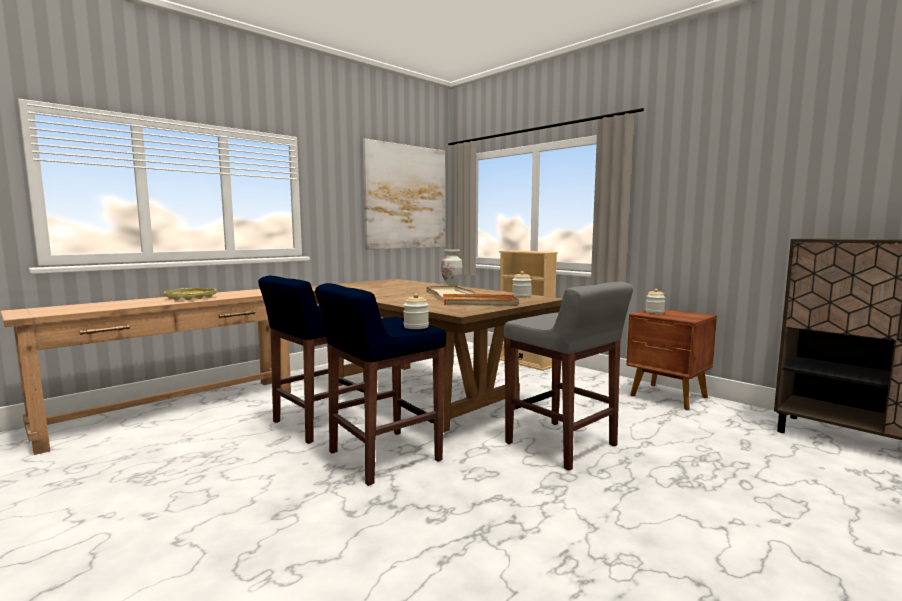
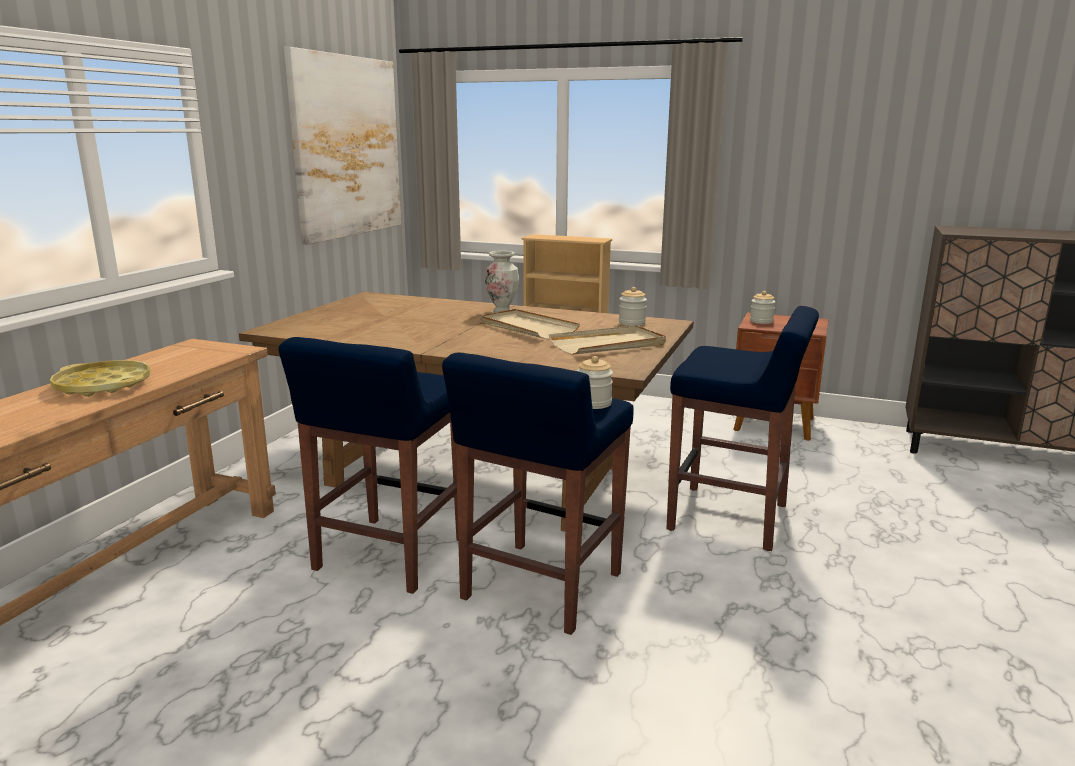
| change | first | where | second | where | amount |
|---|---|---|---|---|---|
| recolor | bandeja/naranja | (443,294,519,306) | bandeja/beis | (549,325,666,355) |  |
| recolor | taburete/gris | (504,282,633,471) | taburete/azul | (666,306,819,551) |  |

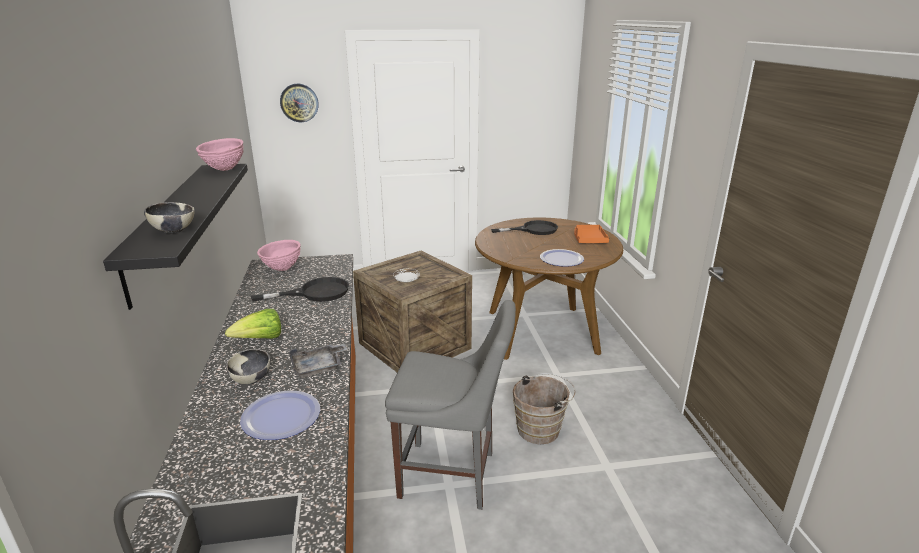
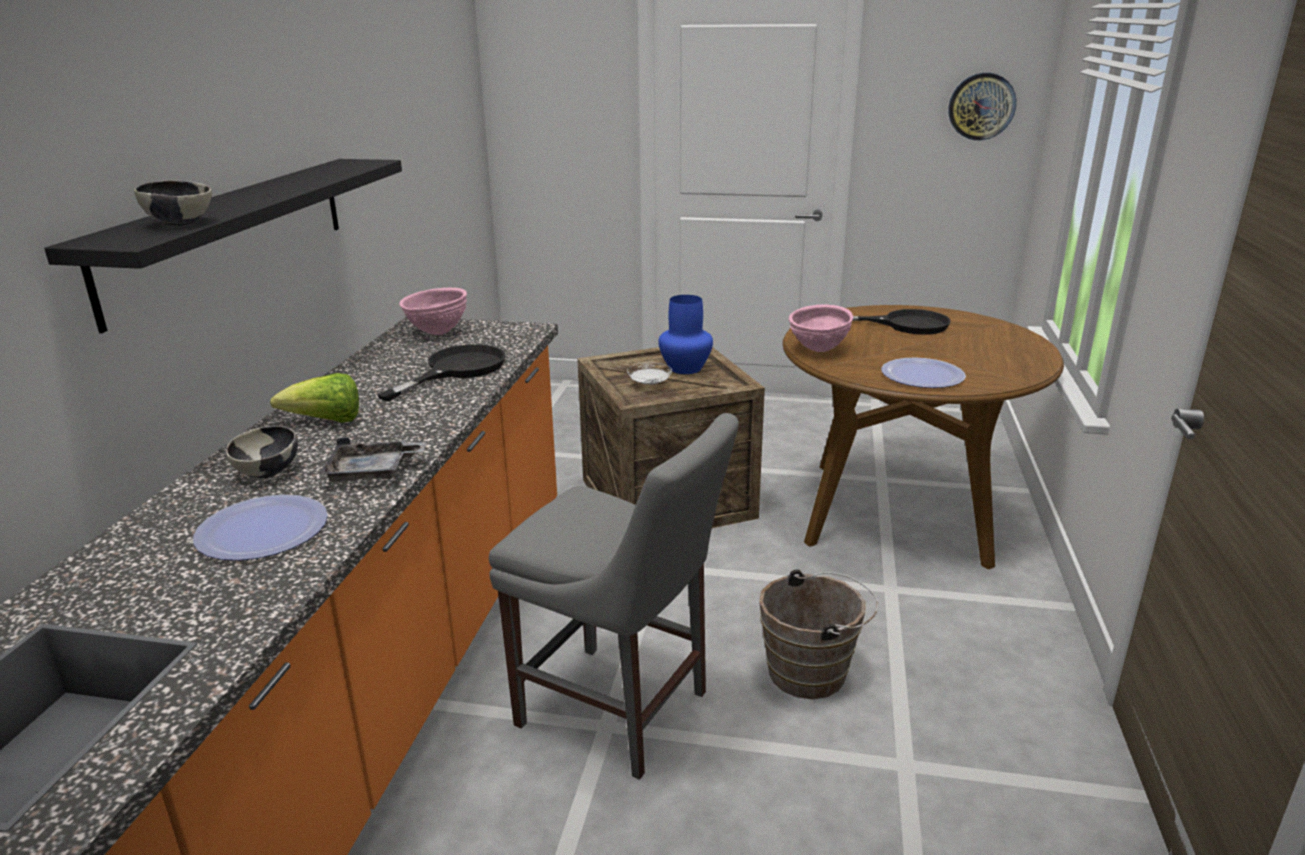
| change | first | where | second | where | amount |
|---|---|---|---|---|---|
| rotate | sartén/negro | (251,277,349,302) |  | (377,344,506,401) | 60 degrees counterclockwise |
| insert |  |  | florero/azul | (658,295,713,374) |  |
| move | cuenco/rosa | (196,138,244,171) |  | (789,304,853,352) |  |
| move | reloj de pared | (280,84,319,122) |  | (948,73,1016,140) |  |
| delete | bandeja/naranja | (574,225,609,243) |  |  |  |

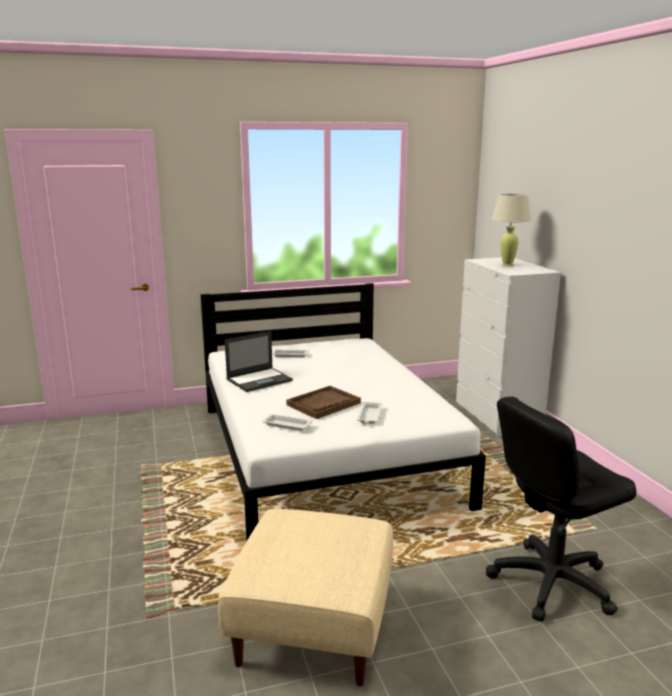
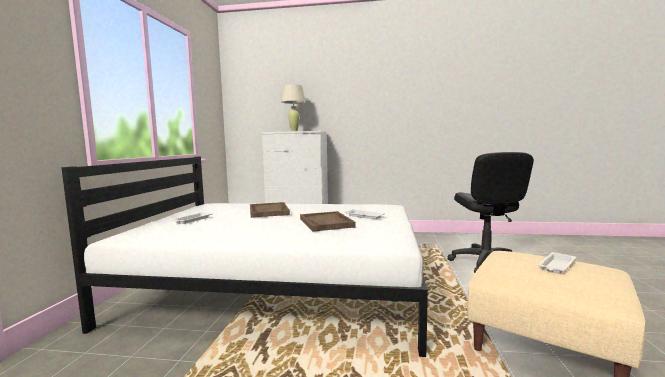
| change | first | where | second | where | amount |
|---|---|---|---|---|---|
| insert |  |  | bandeja/marrón | (250,202,290,218) |  |
| move | bandeja/blanco | (262,414,313,431) |  | (538,252,576,274) |  |
| delete | portátil | (225,331,293,392) |  |  |  |

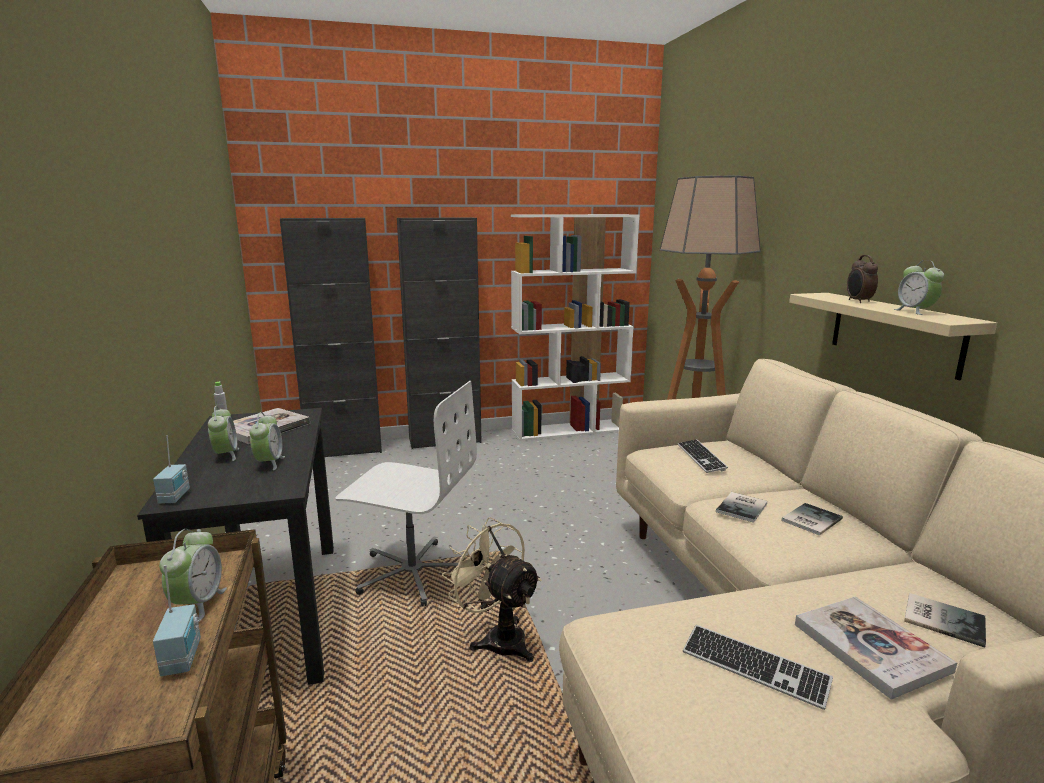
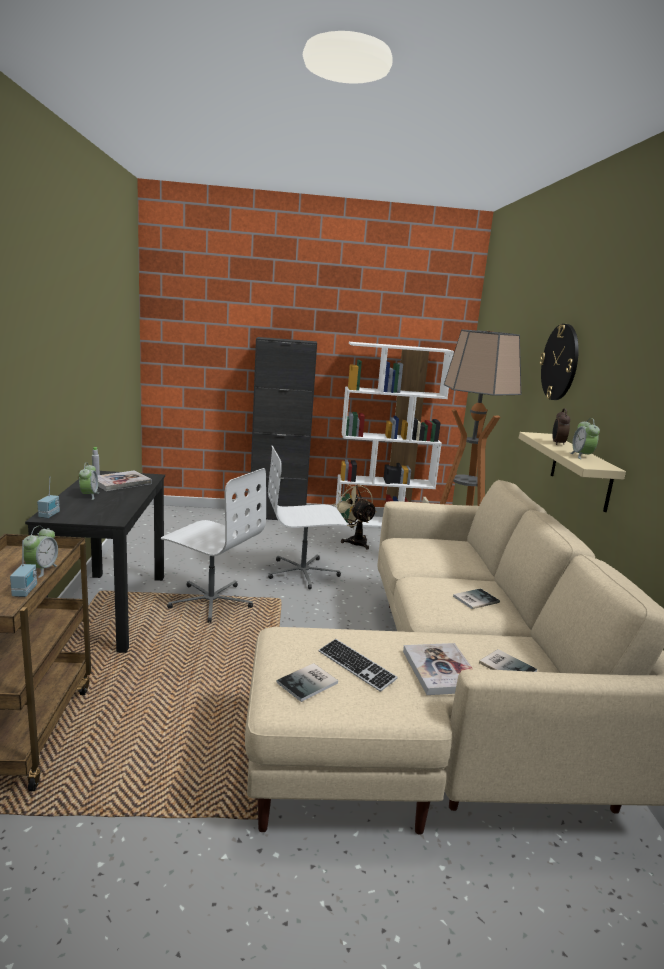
| change | first | where | second | where | amount |
|---|---|---|---|---|---|
| insert |  |  | silla de oficina/blanco | (268,446,347,589) |  |
| move | libro | (716,492,767,523) |  | (277,663,338,702) |  |
| move | ventilador/beis | (442,517,542,662) |  | (333,484,377,550) |  |
| insert |  |  | reloj de pared | (540,324,579,400) |  |
| delete | despertador | (249,412,285,470) |  |  |  |
| delete | armario/negro | (280,218,382,457) |  |  |  |
| delete | teclado | (677,439,728,473) |  |  |  |

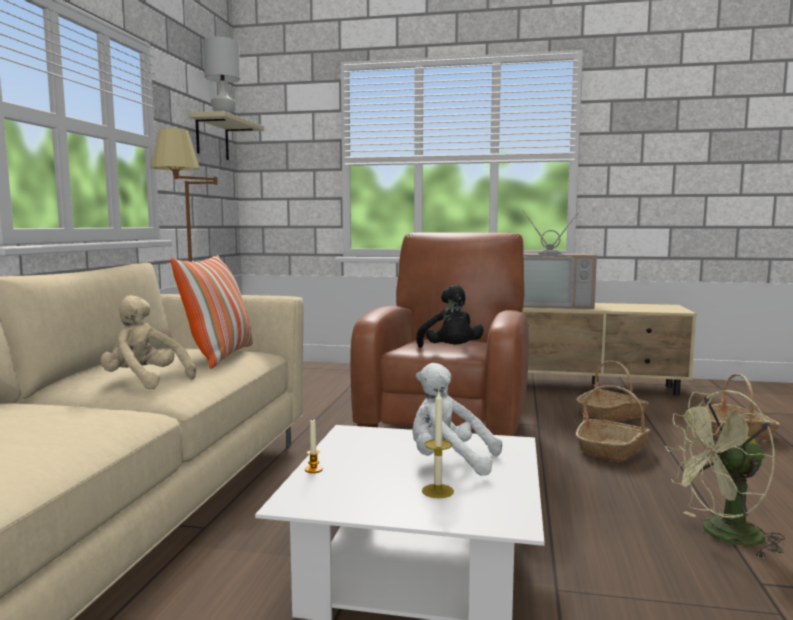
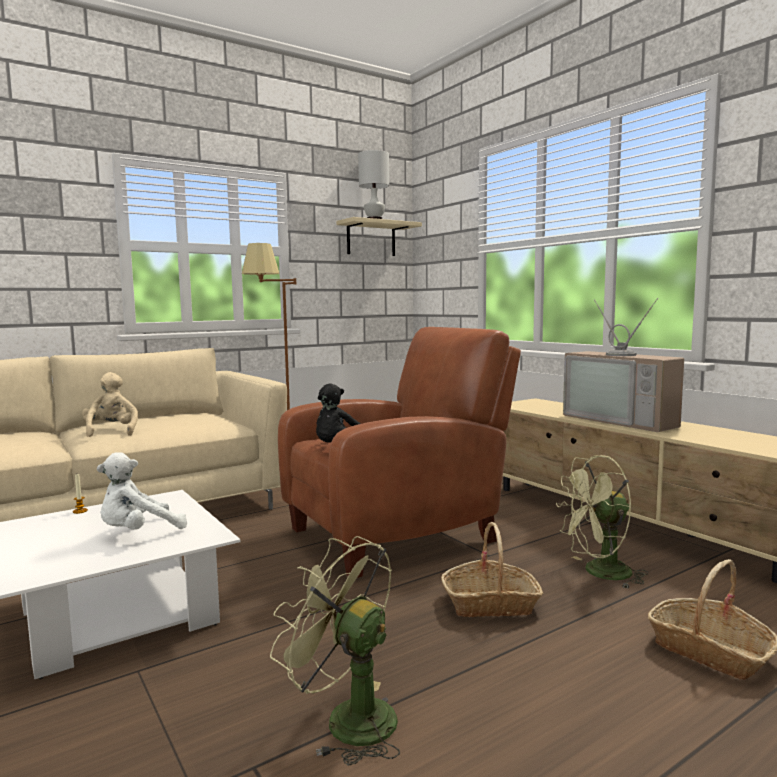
| change | first | where | second | where | amount |
|---|---|---|---|---|---|
| rotate | peluche/blanco | (412,363,502,476) |  | (97,452,187,530) | 105 degrees counterclockwise |
| replace | cesta | (577,360,649,422) | ventilador/verde | (556,455,649,589) |  |
| delete | cojín | (170,255,253,369) |  |  |  |
| delete | vela | (422,392,454,498) |  |  |  |

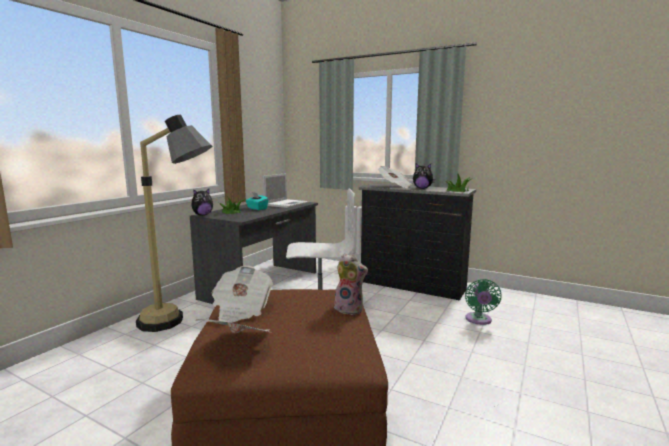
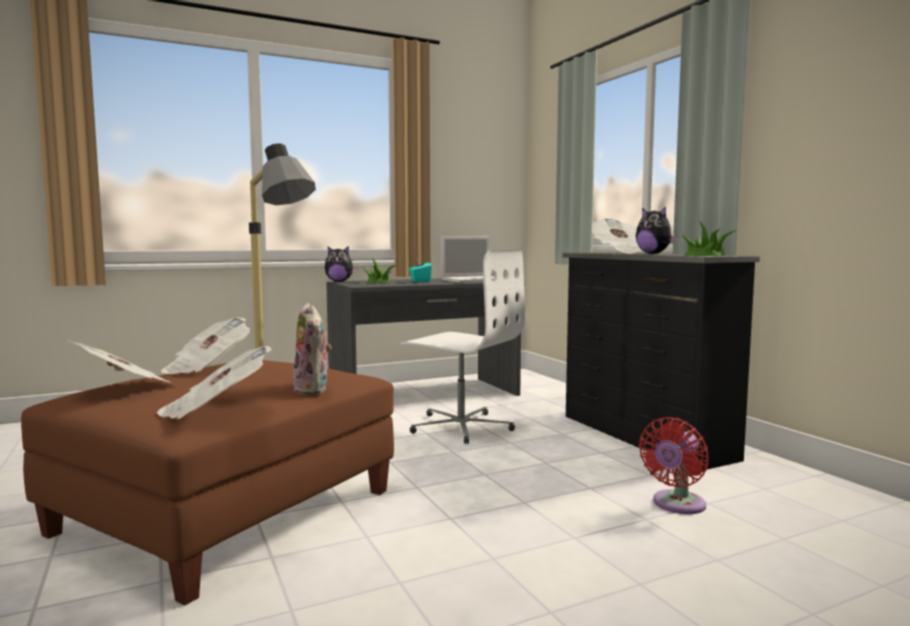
| change | first | where | second | where | amount |
|---|---|---|---|---|---|
| insert |  |  | periódico | (157,346,272,420) |  |
| recolor | ventilador/verde | (465,279,501,325) | ventilador/rojo | (639,417,709,514) |  |

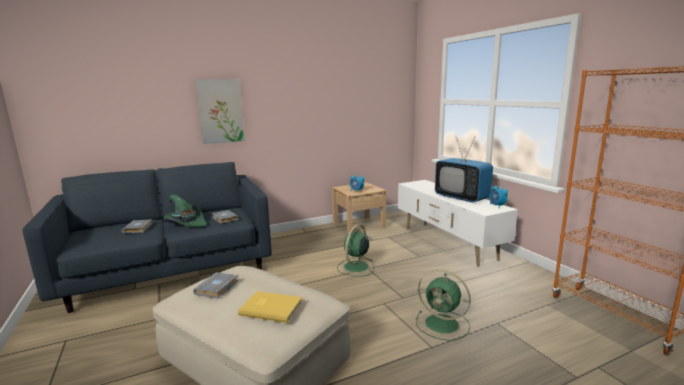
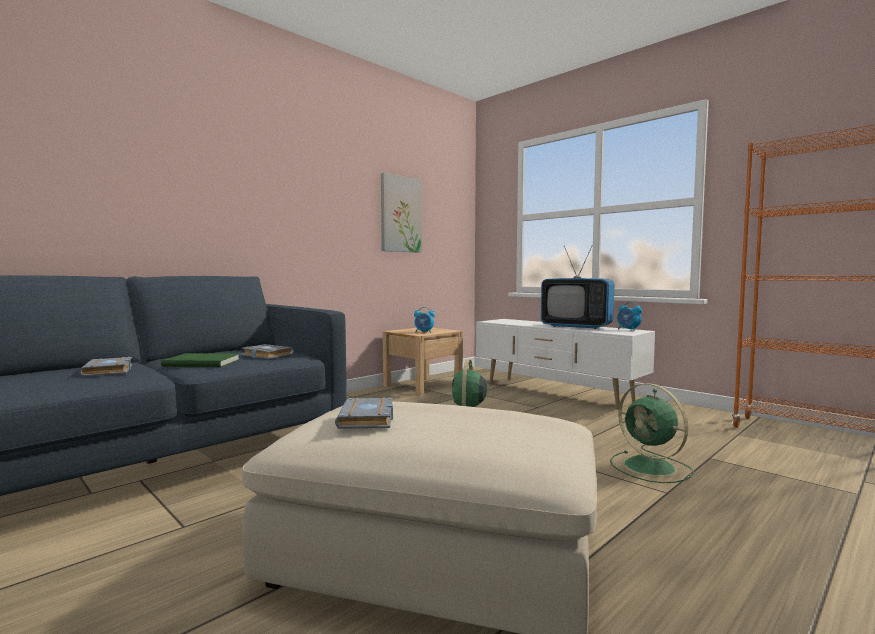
| change | first | where | second | where | amount |
|---|---|---|---|---|---|
| replace | sombrero/verde | (163,195,207,227) | libro/verde | (161,353,240,367) |  |
| move | cuadro | (195,79,245,144) |  | (381,173,422,253) |  |
| rotate | ventilador/verde | (416,269,471,341) |  | (610,383,694,483) | 45 degrees clockwise |
| delete | libro/amarillo | (238,291,302,323) |  |  |  |

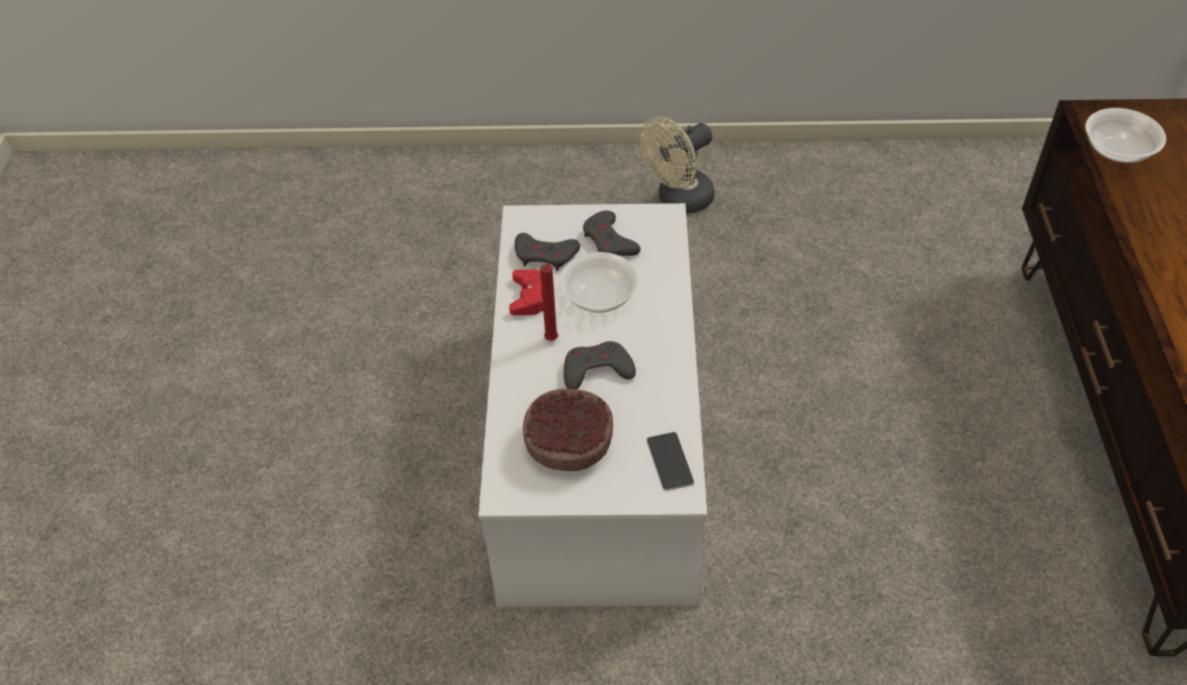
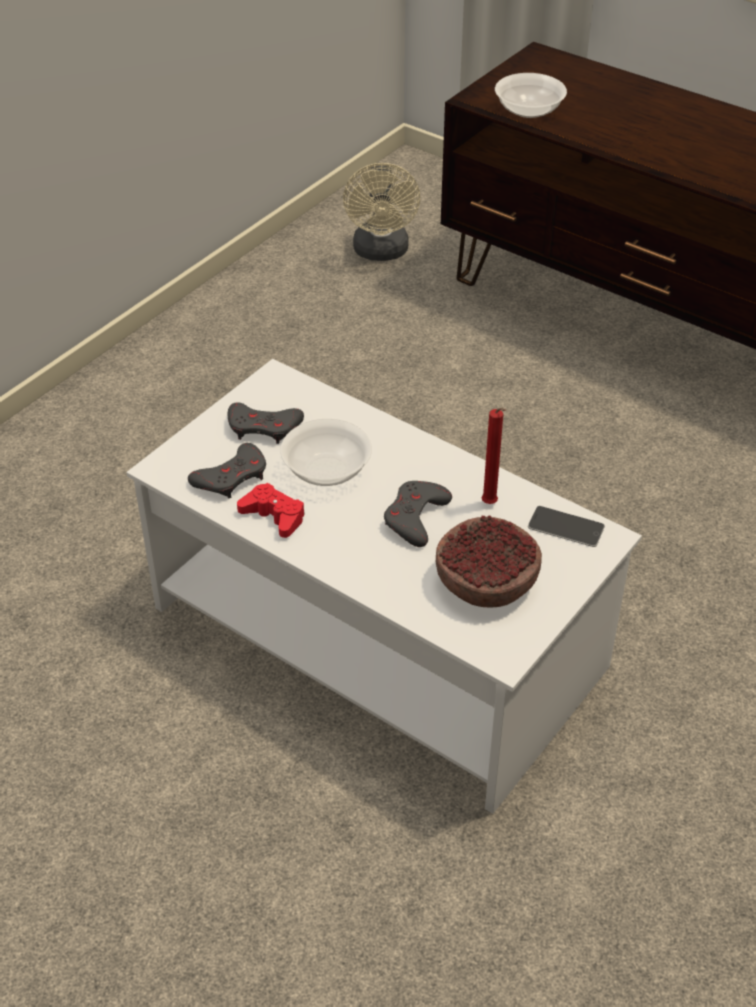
| change | first | where | second | where | amount |
|---|---|---|---|---|---|
| move | ventilador/beis | (640,117,715,214) |  | (343,163,420,261) |  |
| move | vela/rojo | (540,264,558,341) |  | (482,408,507,504) |  |

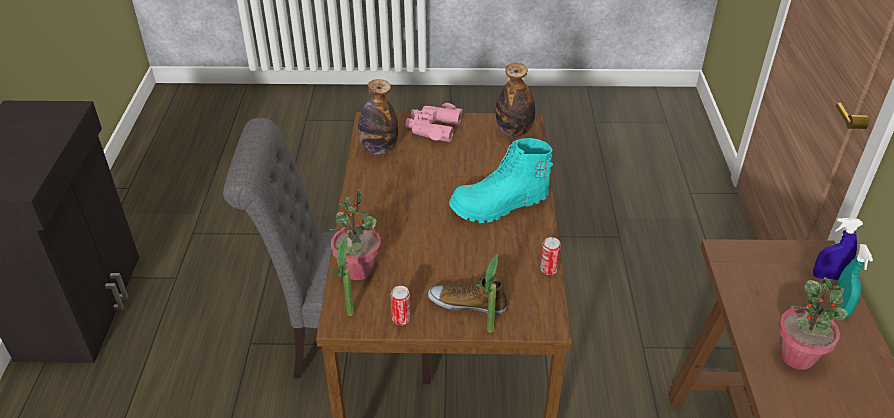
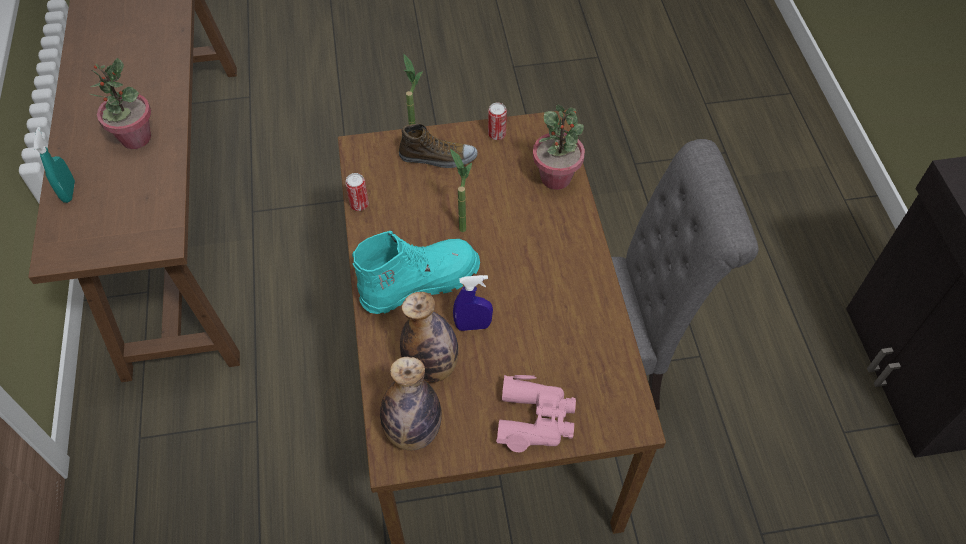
| change | first | where | second | where | amount |
|---|---|---|---|---|---|
| move | botella | (358,79,398,155) |  | (400,292,458,383) |  |
| move | planta en maceta | (329,238,354,316) |  | (450,149,472,232) |  |
| move | pulverizador/azul | (813,218,863,280) |  | (453,275,493,331) |  |

